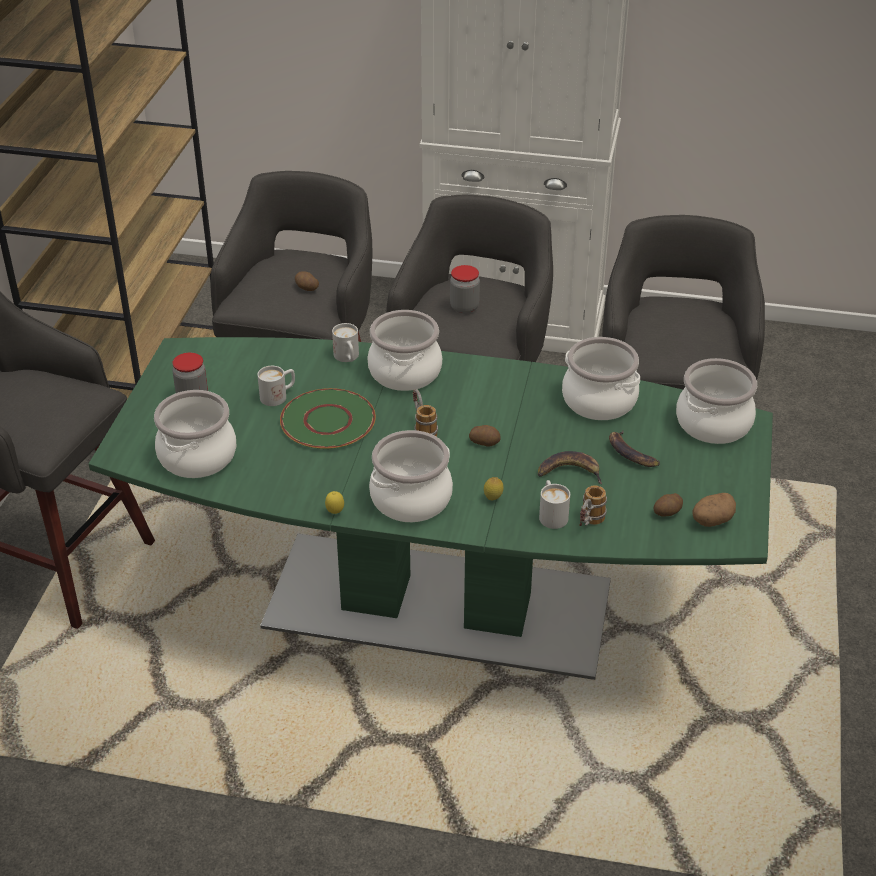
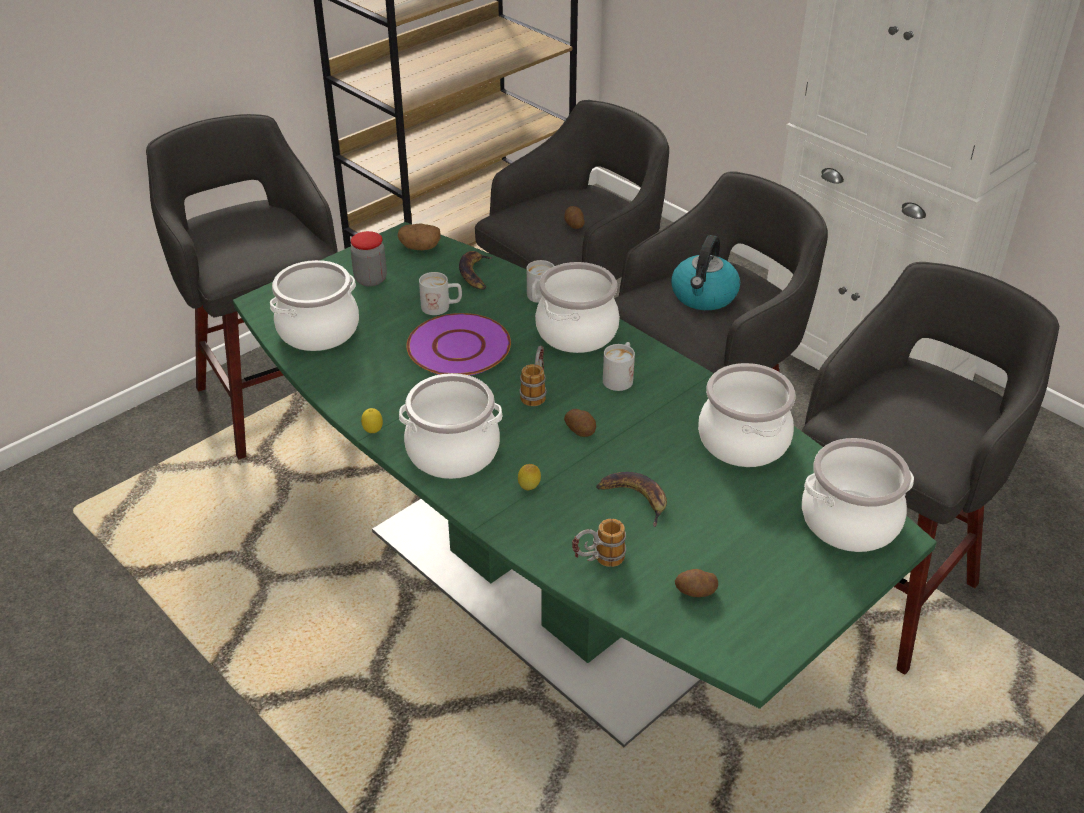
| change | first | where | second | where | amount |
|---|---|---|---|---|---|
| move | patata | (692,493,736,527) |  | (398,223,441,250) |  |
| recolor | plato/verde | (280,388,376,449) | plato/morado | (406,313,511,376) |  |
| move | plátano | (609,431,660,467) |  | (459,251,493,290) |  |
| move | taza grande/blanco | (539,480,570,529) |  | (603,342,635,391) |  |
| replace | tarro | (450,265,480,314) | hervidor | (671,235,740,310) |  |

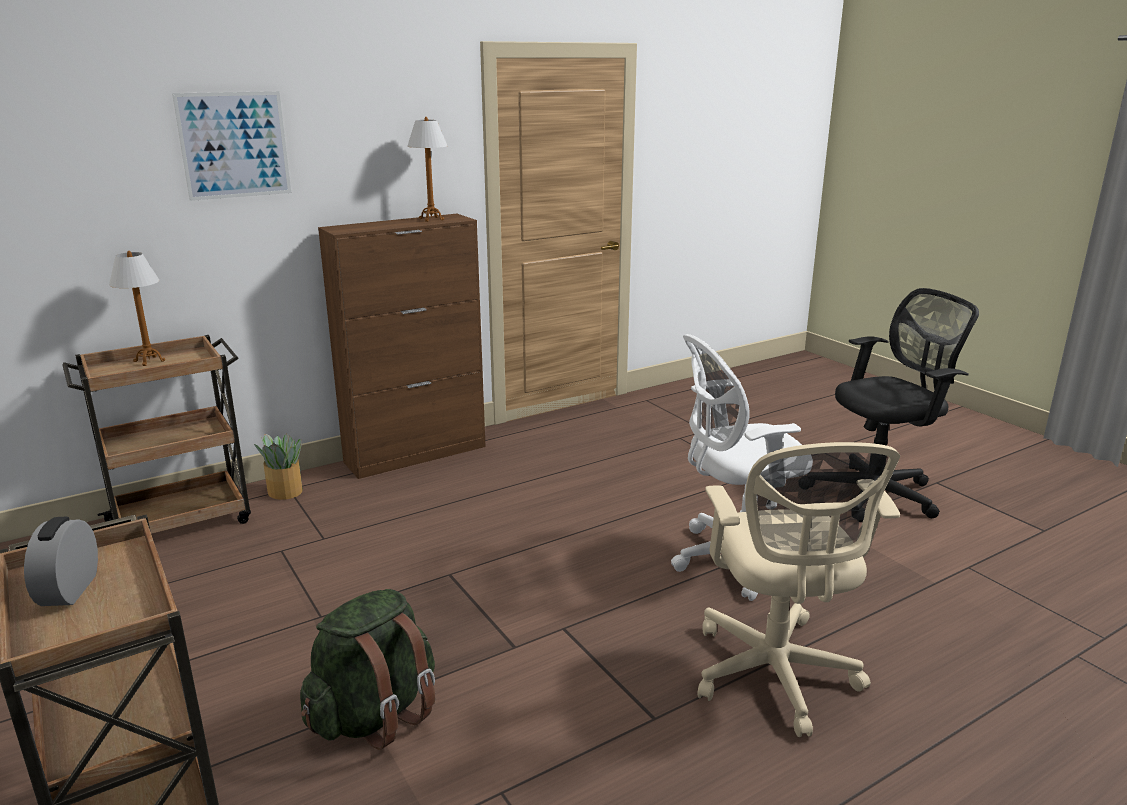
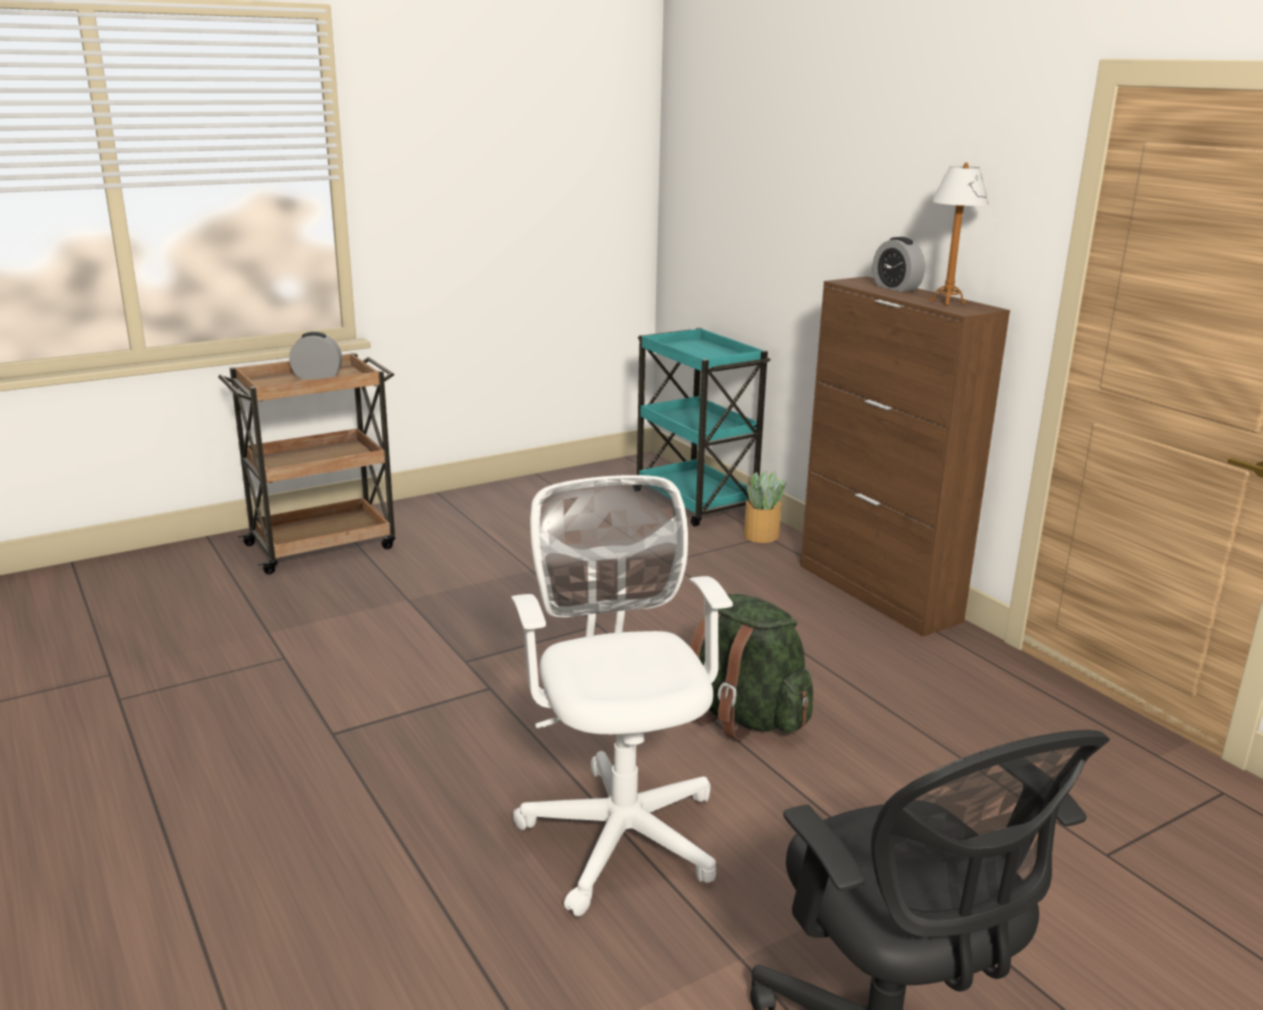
| change | first | where | second | where | amount |
|---|---|---|---|---|---|
| recolor | carrito/marrón | (62,335,251,534) | carrito/turquesa | (635,328,771,527) |  |
| move | mochila/verde | (300,589,435,750) |  | (690,594,813,740) |  |
| insert |  |  | despertador | (873,237,925,292) |  |
| delete | lámpara de mesa | (109,251,165,366) |  |  |  |
| delete | cuadro | (172,91,291,201) |  |  |  |
| delete | silla de oficina/beis | (697,442,900,737) |  |  |  |

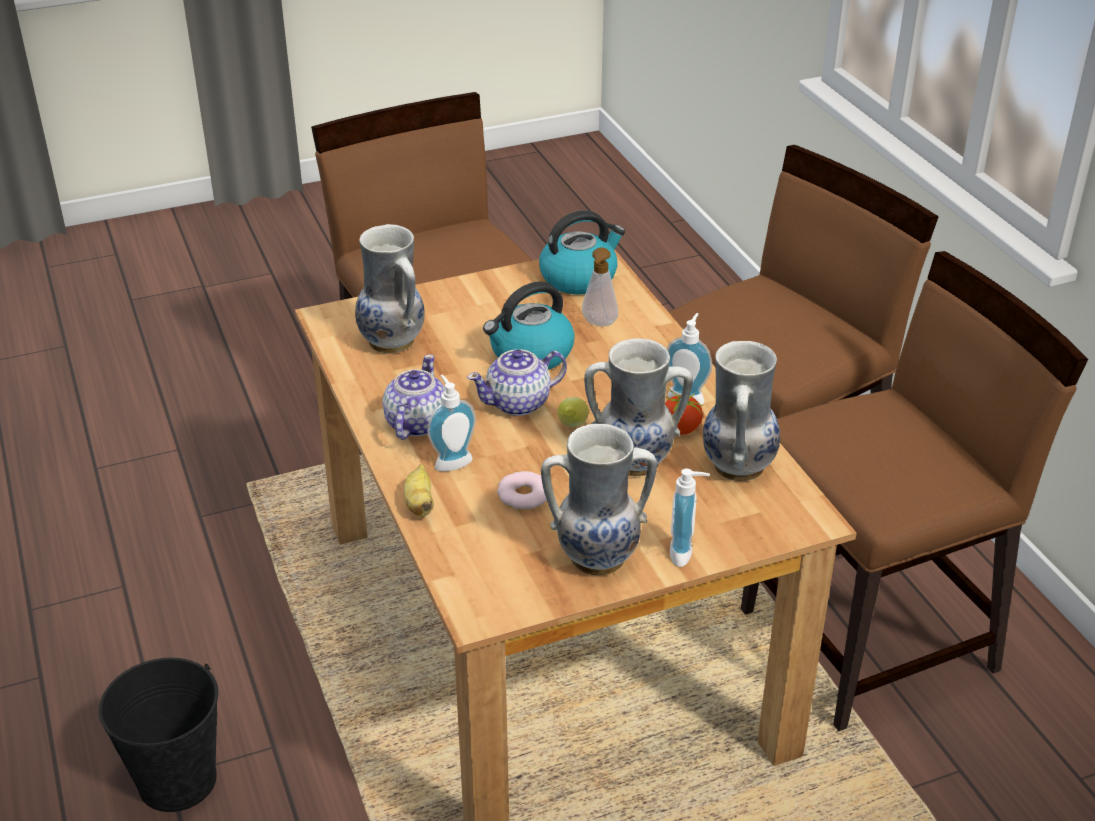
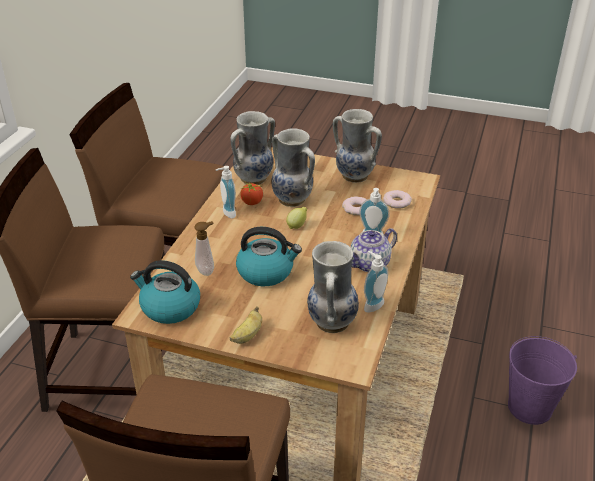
| change | first | where | second | where | amount |
|---|---|---|---|---|---|
| move | plátano | (404,464,434,517) |  | (229,306,262,344) |  |
| move | dispensador de jabón | (670,468,710,567) |  | (364,251,388,313) |  |
| insert |  |  | rosquilla | (383,190,412,209) |  |
| recolor | cubo/negro | (99,658,218,812) | cubo/morado | (508,336,577,425) |  |
| delete | tetera | (467,349,567,416) |  |  |  |

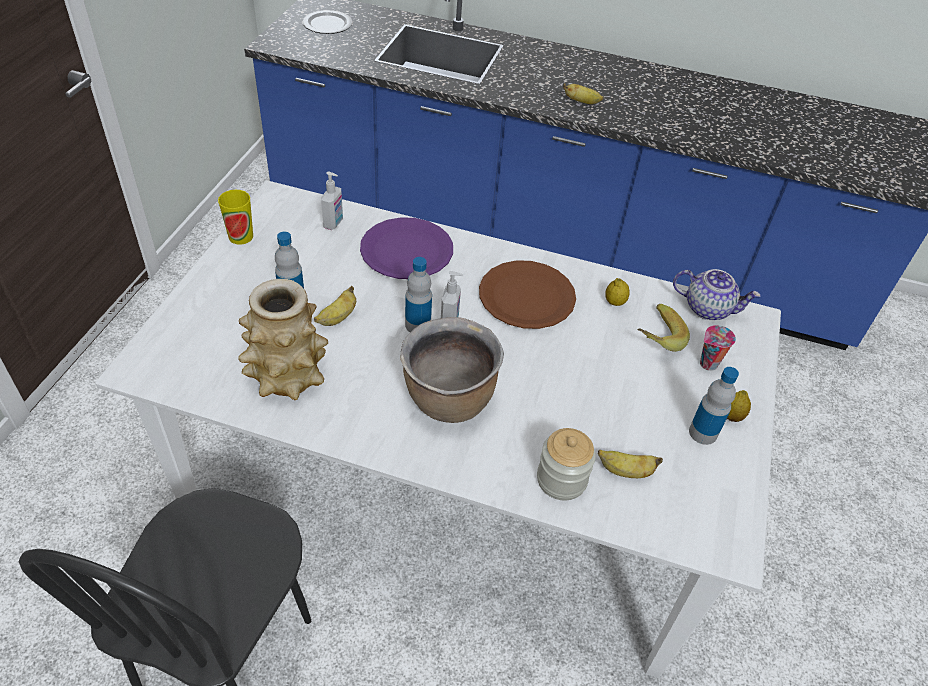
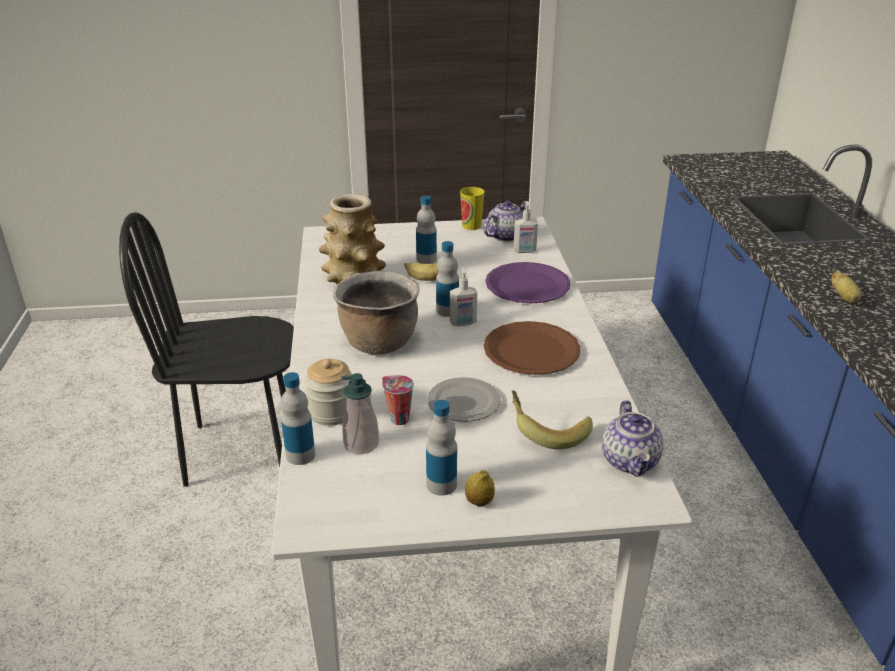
| change | first | where | second | where | amount |
|---|---|---|---|---|---|
| insert |  |  | botella | (281,372,315,465) |  |
| replace | plátano | (598,450,663,478) | dispensador de jabón | (341,373,379,455) |  |
| move | taza | (700,325,736,371) |  | (382,375,414,425) |  |
| move | plato | (303,10,352,34) |  | (427,377,501,422) |  |
| insert |  |  | tetera | (483,201,526,242) |  |
| delete | limón | (605,278,630,306) |  |  |  |

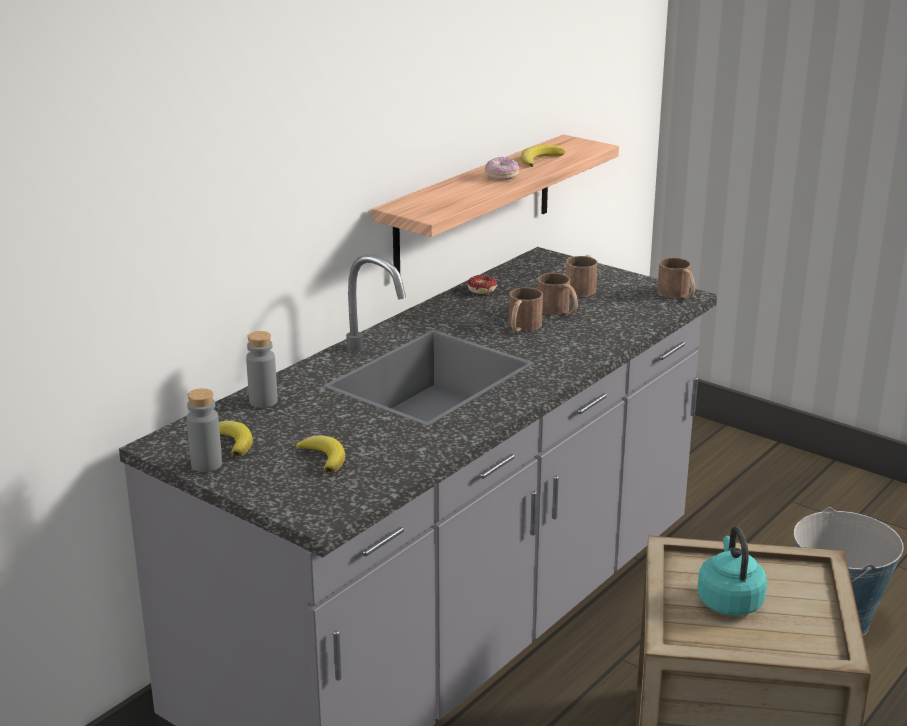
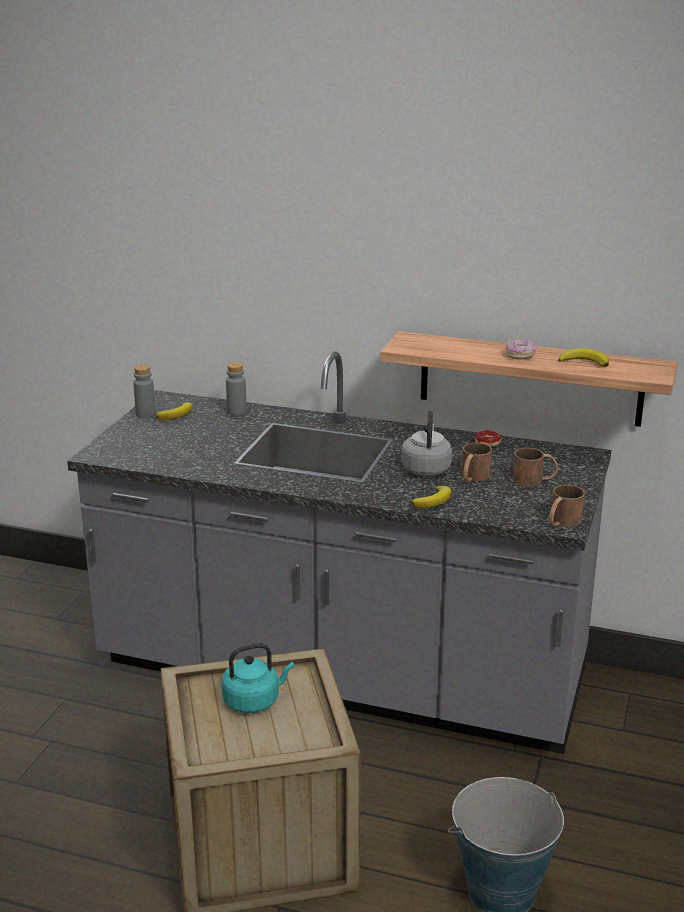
| change | first | where | second | where | amount |
|---|---|---|---|---|---|
| replace | taza grande/marrón | (509,288,543,332) | hervidor/gris | (401,410,452,476) |  |
| move | plátano | (295,435,345,473) |  | (412,486,451,509) |  |

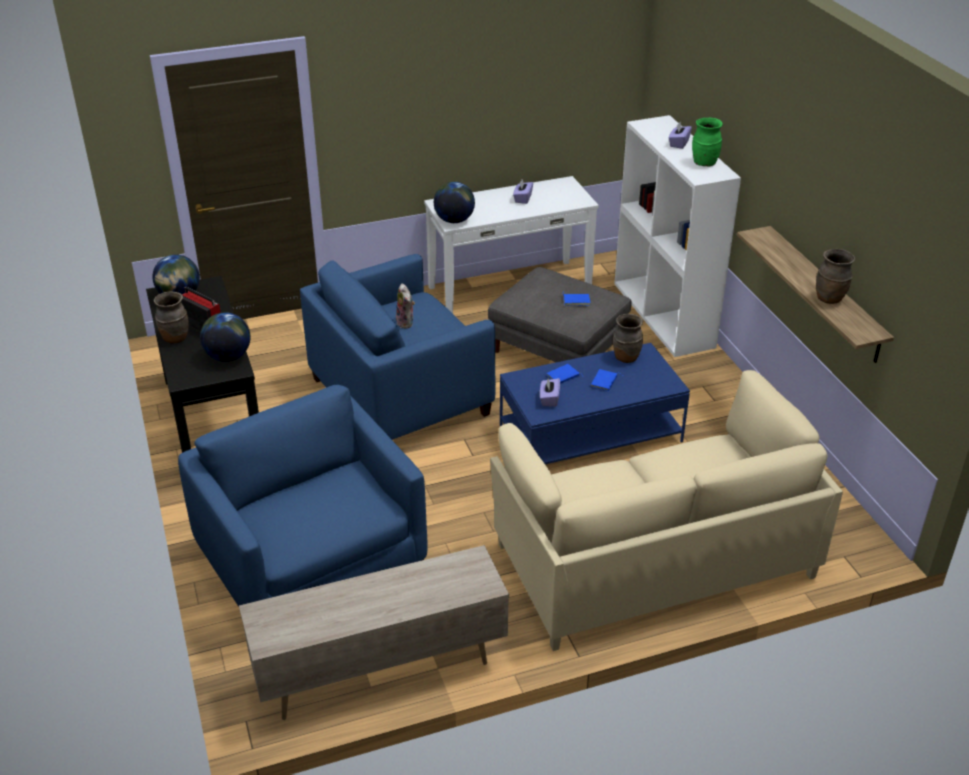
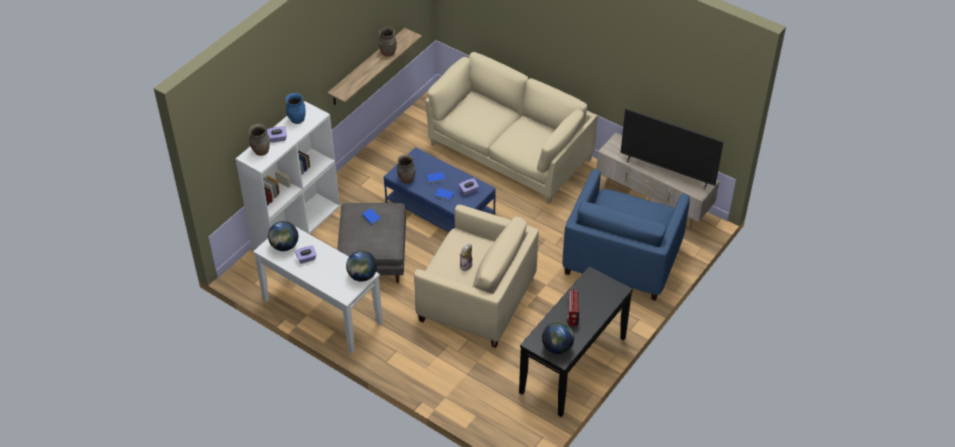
| change | first | where | second | where | amount |
|---|---|---|---|---|---|
| move | florero/marrón | (154,291,189,344) |  | (249,124,270,156) |  |
| move | globo terráqueo | (200,312,251,362) |  | (268,221,298,251) |  |
| recolor | florero/verde | (692,118,723,166) | florero/azul | (286,93,306,124) |  |
| recolor | sillón/azul | (300,254,496,440) | sillón/beis | (414,205,538,348) |  |
| insert |  |  | televisor | (620,109,723,190) |  |

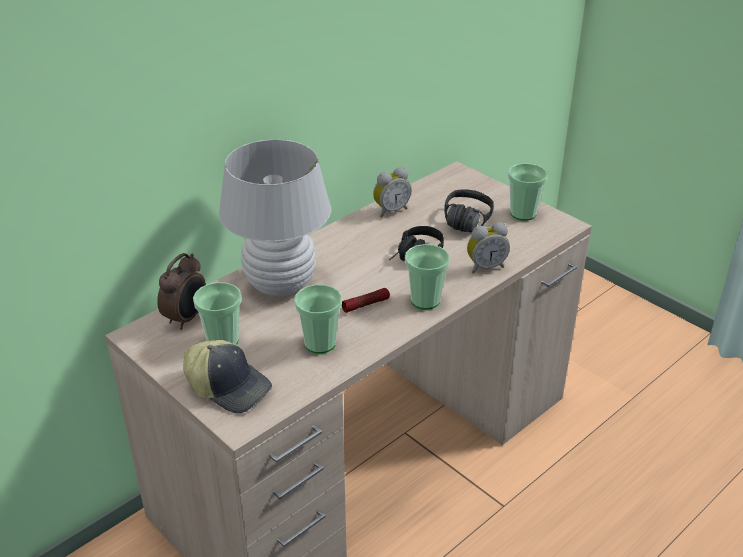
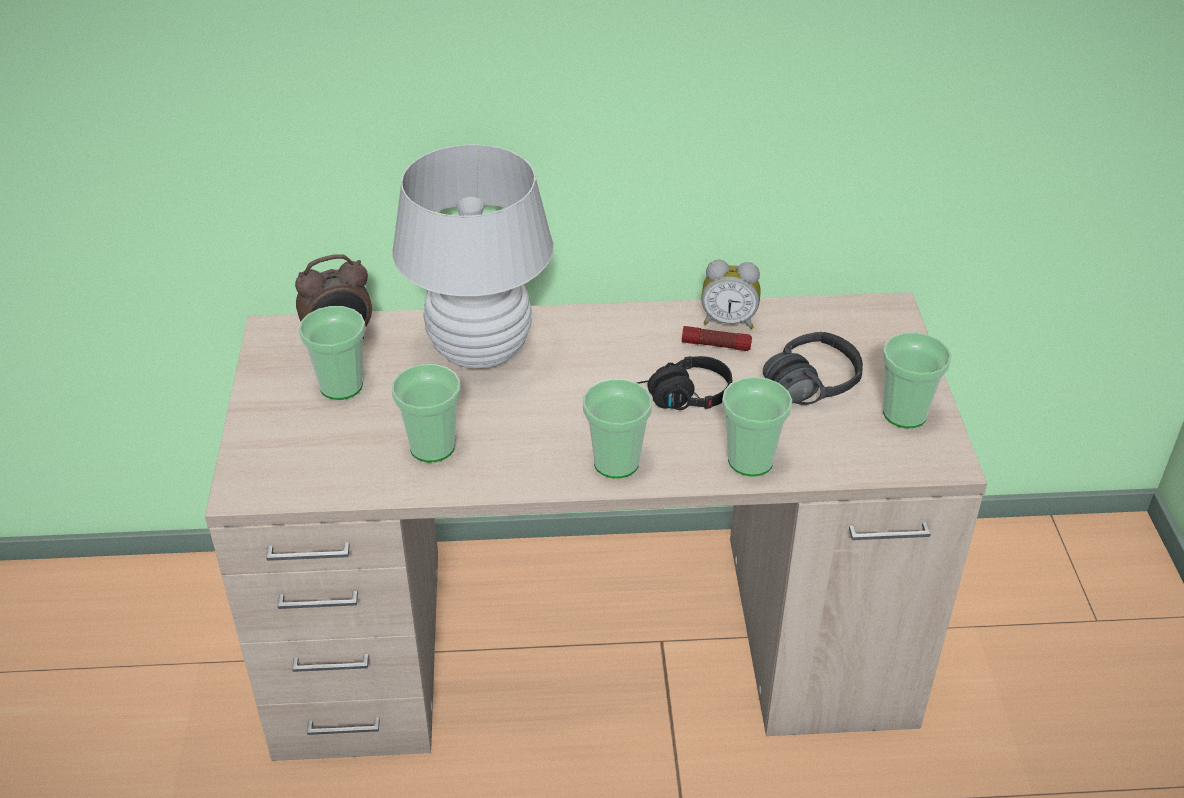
| change | first | where | second | where | amount |
|---|---|---|---|---|---|
| move | linterna | (342,288,390,313) |  | (682,326,752,351) |  |
| replace | despertador | (467,222,510,274) | taza | (722,377,792,477) |  |
| delete | gorra | (183,340,272,413) |  |  |  |

